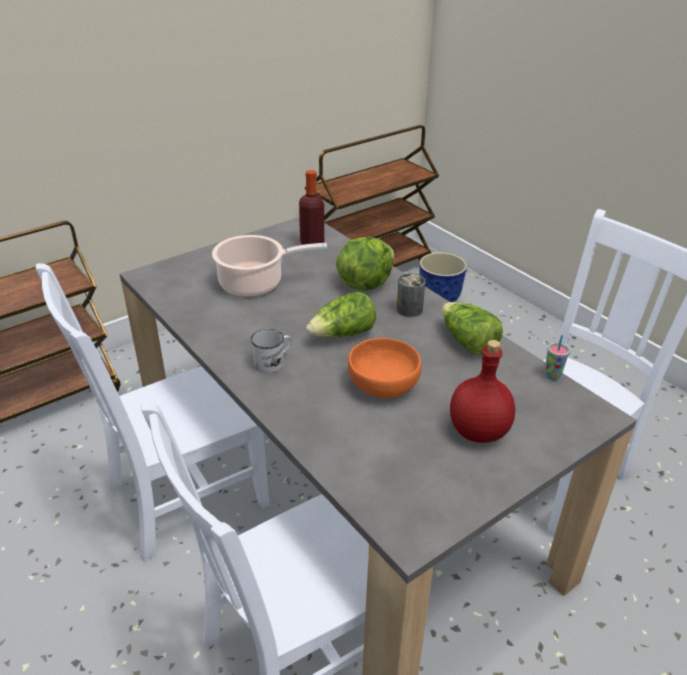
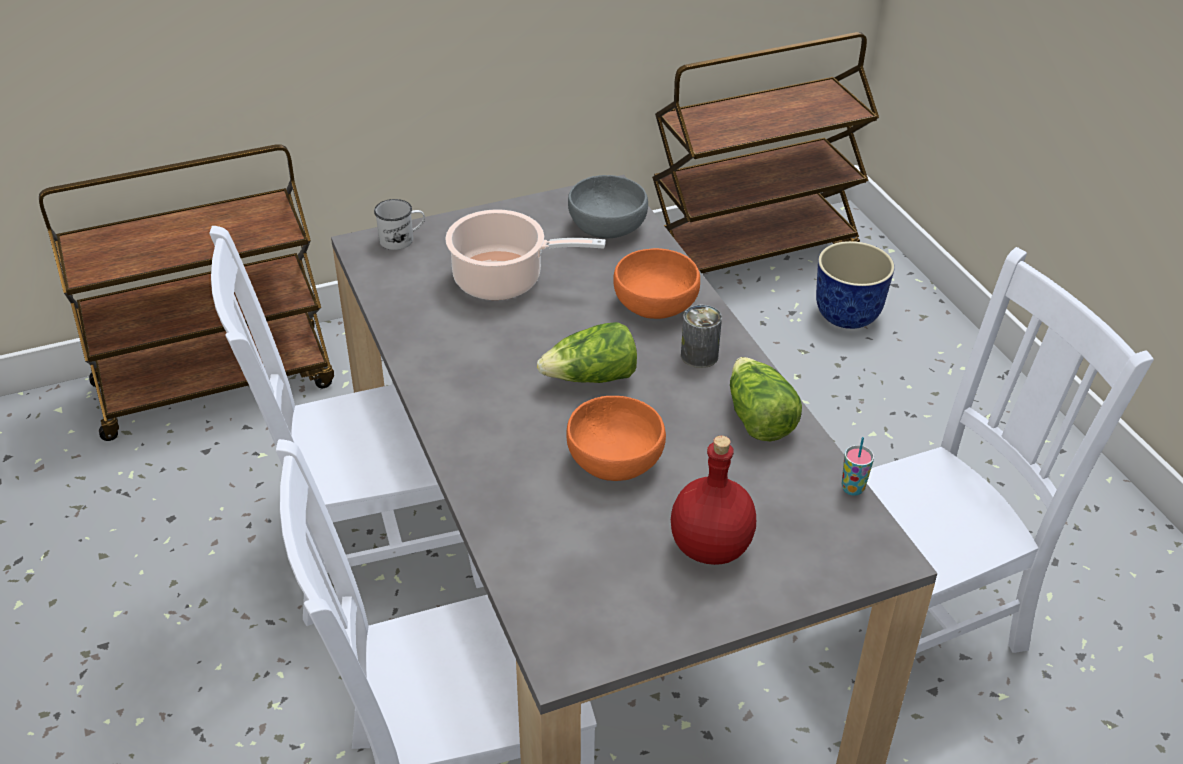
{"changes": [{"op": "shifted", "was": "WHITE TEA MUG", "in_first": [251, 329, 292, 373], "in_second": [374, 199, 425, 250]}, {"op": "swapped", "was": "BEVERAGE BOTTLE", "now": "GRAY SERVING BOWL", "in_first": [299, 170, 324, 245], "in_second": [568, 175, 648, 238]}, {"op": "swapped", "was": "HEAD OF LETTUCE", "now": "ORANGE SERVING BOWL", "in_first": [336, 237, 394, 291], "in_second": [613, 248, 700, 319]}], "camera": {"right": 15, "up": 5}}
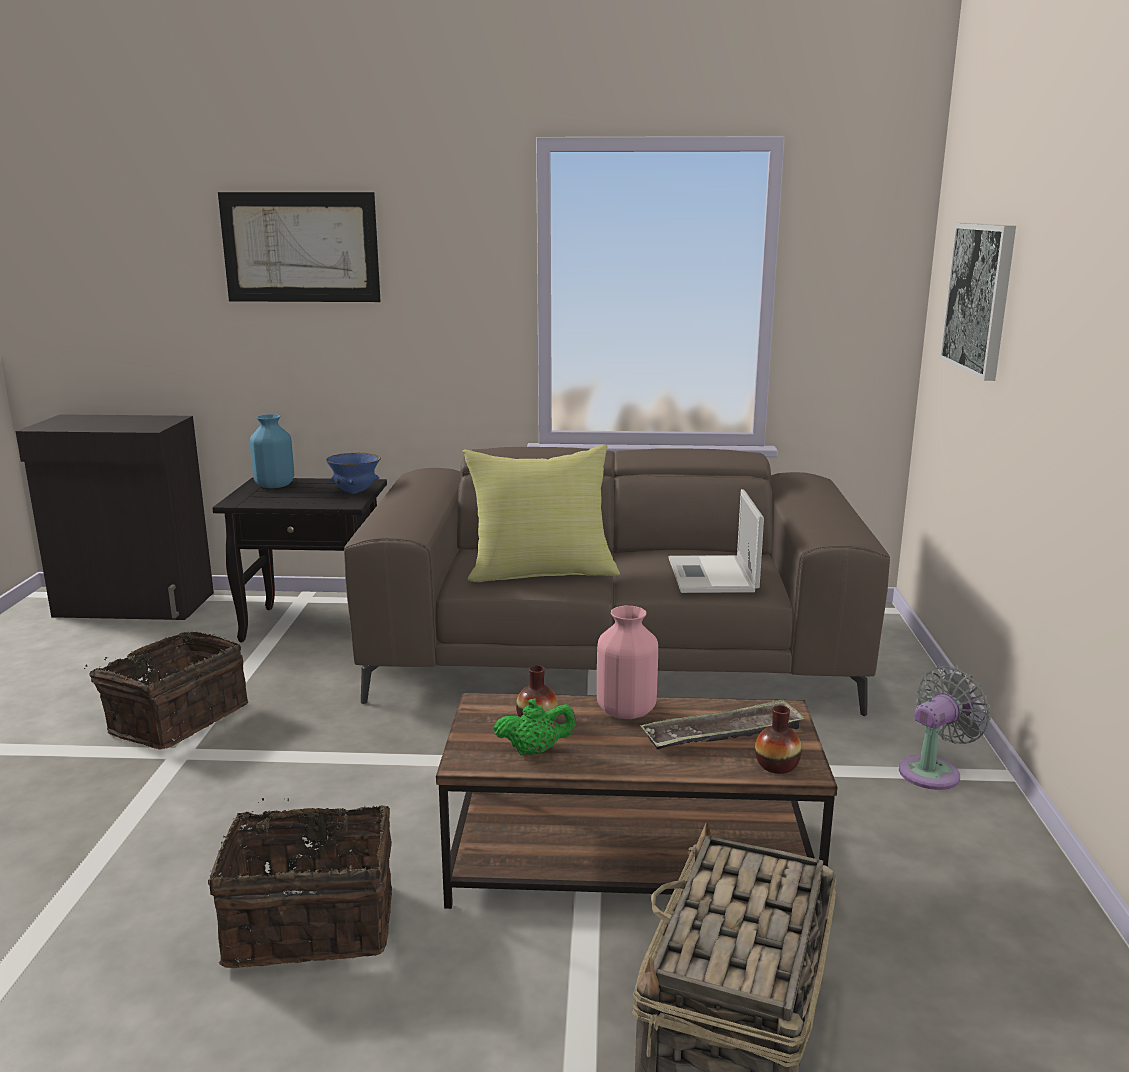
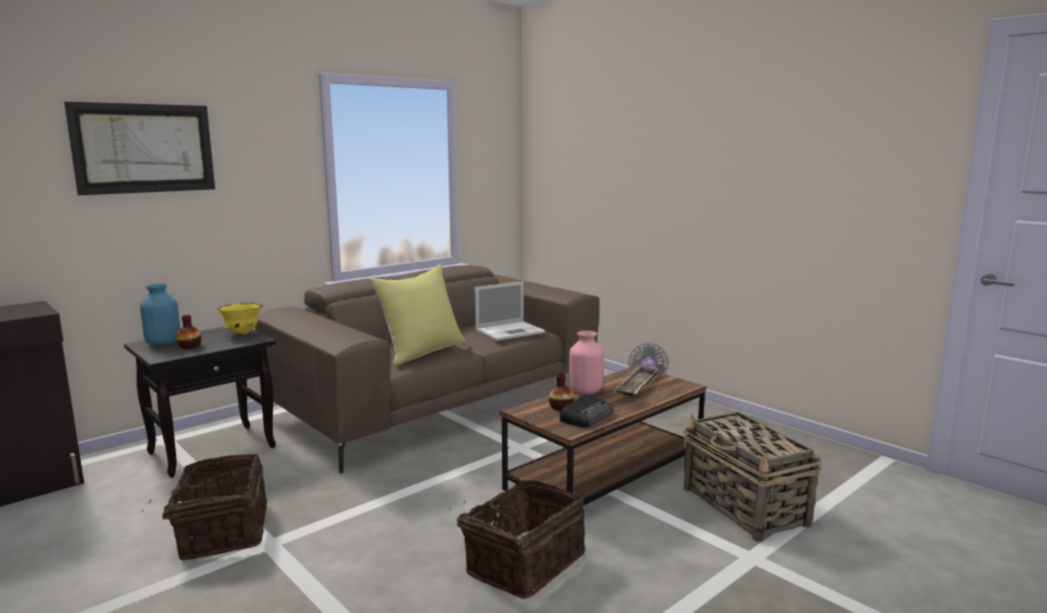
{"changes": [{"op": "repainted", "was": "BLUE SERVING BOWL", "now": "YELLOW SERVING BOWL", "in_first": [326, 452, 381, 494], "in_second": [218, 303, 263, 335]}, {"op": "swapped", "was": "GREENISH TEAPOT", "now": "RADIO", "in_first": [494, 698, 576, 755], "in_second": [560, 395, 613, 428]}, {"op": "rotated", "was": "PORTABLE COMPUTER", "in_first": [668, 489, 764, 593], "in_second": [475, 281, 545, 341], "clockwise": -75}, {"op": "shifted", "was": "DECORATIVE VASE", "in_first": [755, 705, 802, 774], "in_second": [176, 315, 201, 349]}, {"op": "gone", "was": "PICTURE", "in_first": [939, 223, 1016, 381]}], "camera": {"right": -45, "up": -5}}
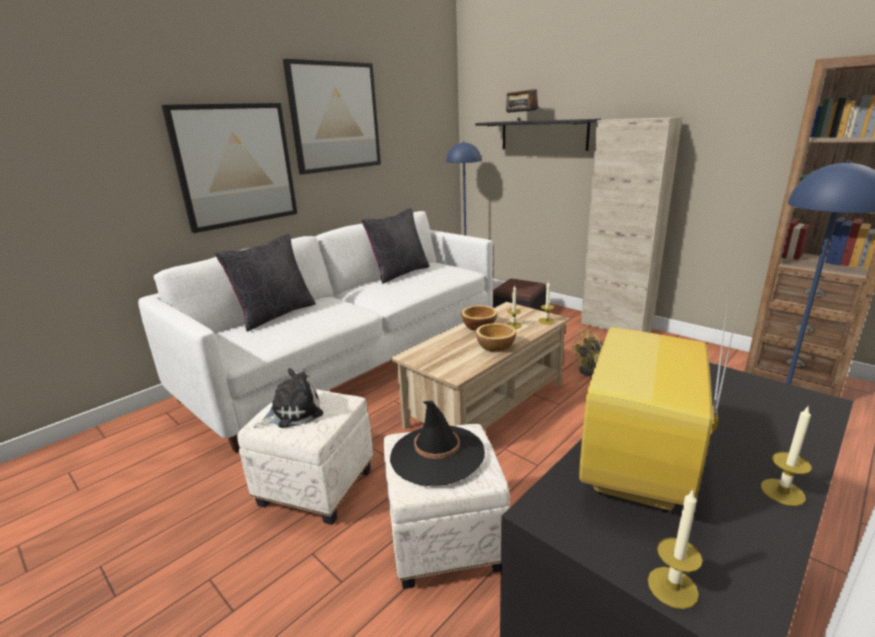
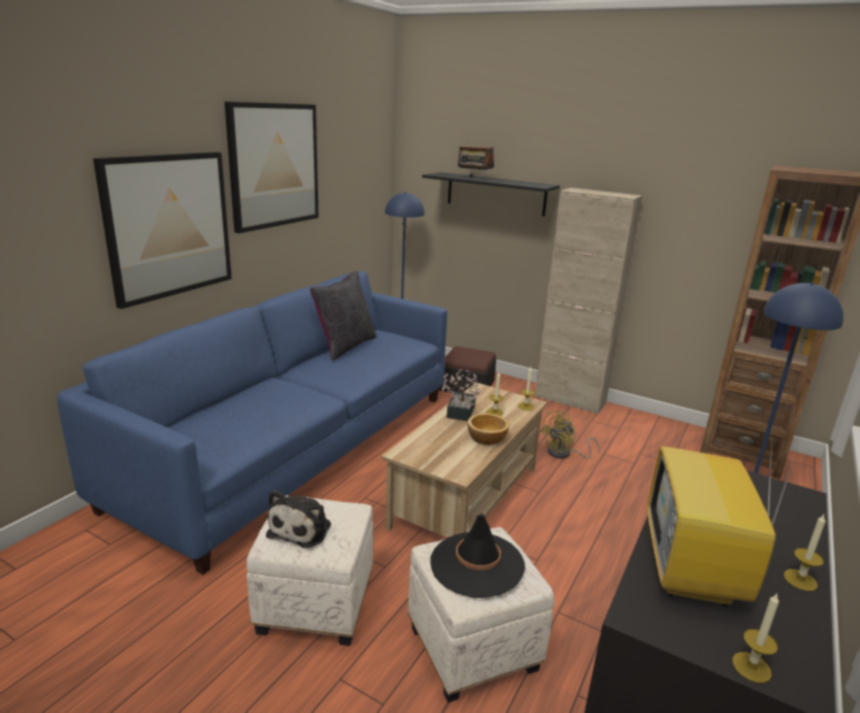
{"changes": [{"op": "repainted", "was": "WHITE SETTEE", "now": "BLUE SETTEE", "in_first": [138, 211, 493, 453], "in_second": [57, 271, 447, 575]}, {"op": "gone", "was": "BLACKISH CUSHION", "in_first": [215, 234, 316, 332]}, {"op": "rotated", "was": "SOFT TOY", "in_first": [254, 368, 323, 428], "in_second": [266, 490, 331, 548], "clockwise": 150}, {"op": "swapped", "was": "SERVING BOWL", "now": "PLANT IN A POT", "in_first": [461, 305, 497, 331], "in_second": [441, 369, 483, 421]}], "camera": {"right": -15, "up": 0}}
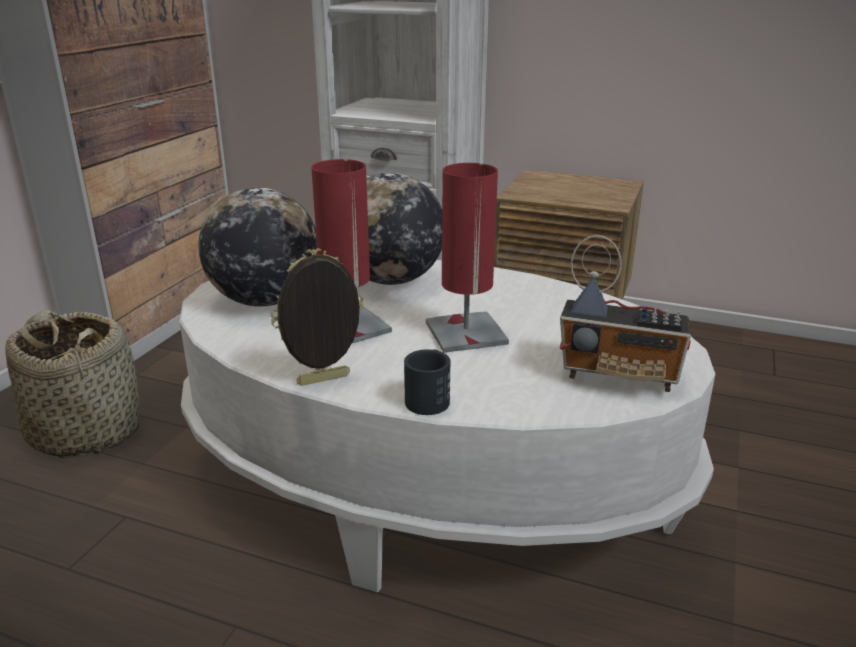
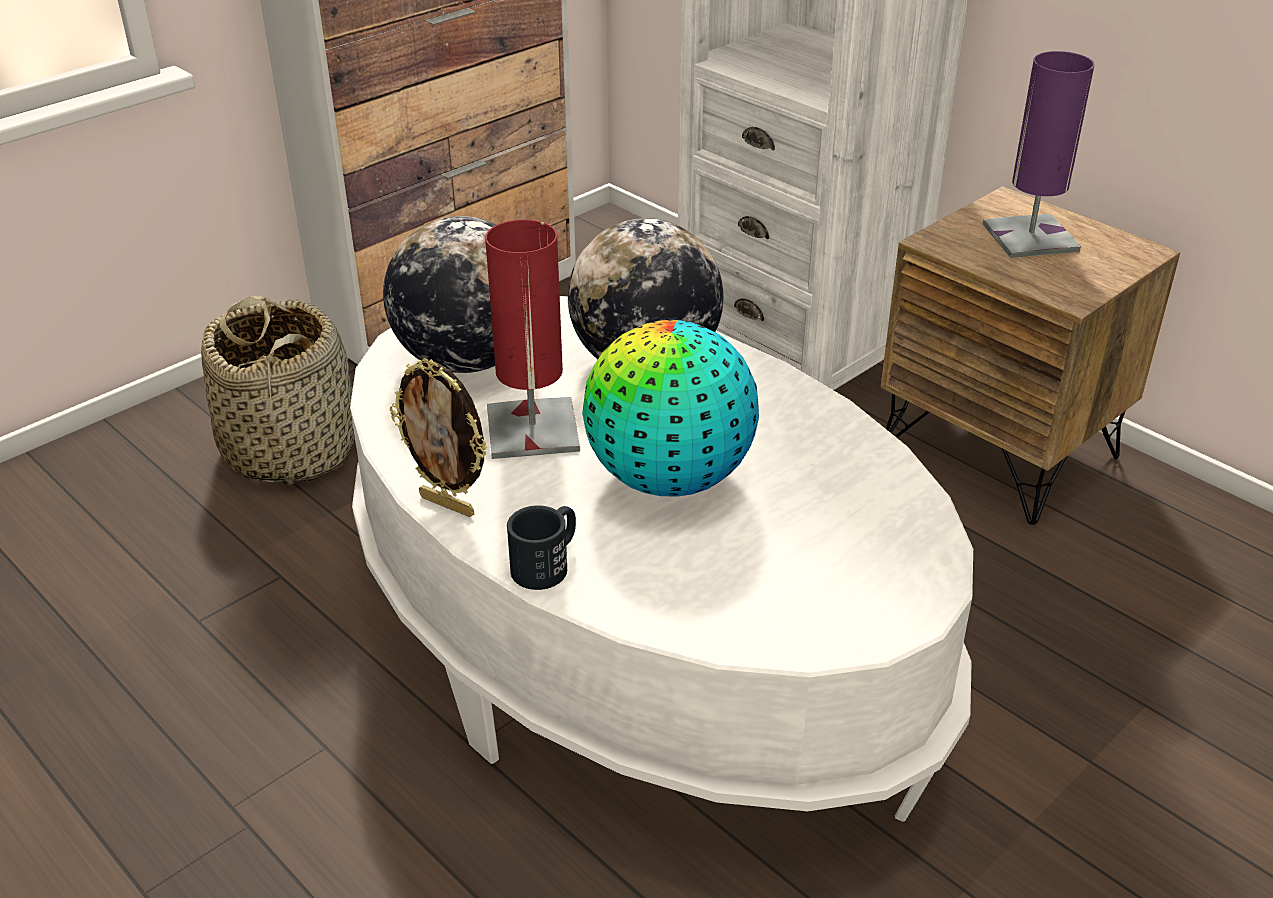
{"changes": [{"op": "rotated", "was": "PICTURE FRAME", "in_first": [271, 248, 364, 386], "in_second": [390, 358, 488, 517], "clockwise": -150}, {"op": "swapped", "was": "REDDISH LAMP FOR A TABLE", "now": "WORLD GLOBE", "in_first": [426, 163, 509, 353], "in_second": [582, 320, 759, 497]}, {"op": "gone", "was": "RADIO", "in_first": [560, 235, 691, 392]}, {"op": "new", "now": "PURPLE LAMP FOR A TABLE", "in_second": [983, 51, 1095, 258]}], "camera": {"right": 25, "up": 10}}
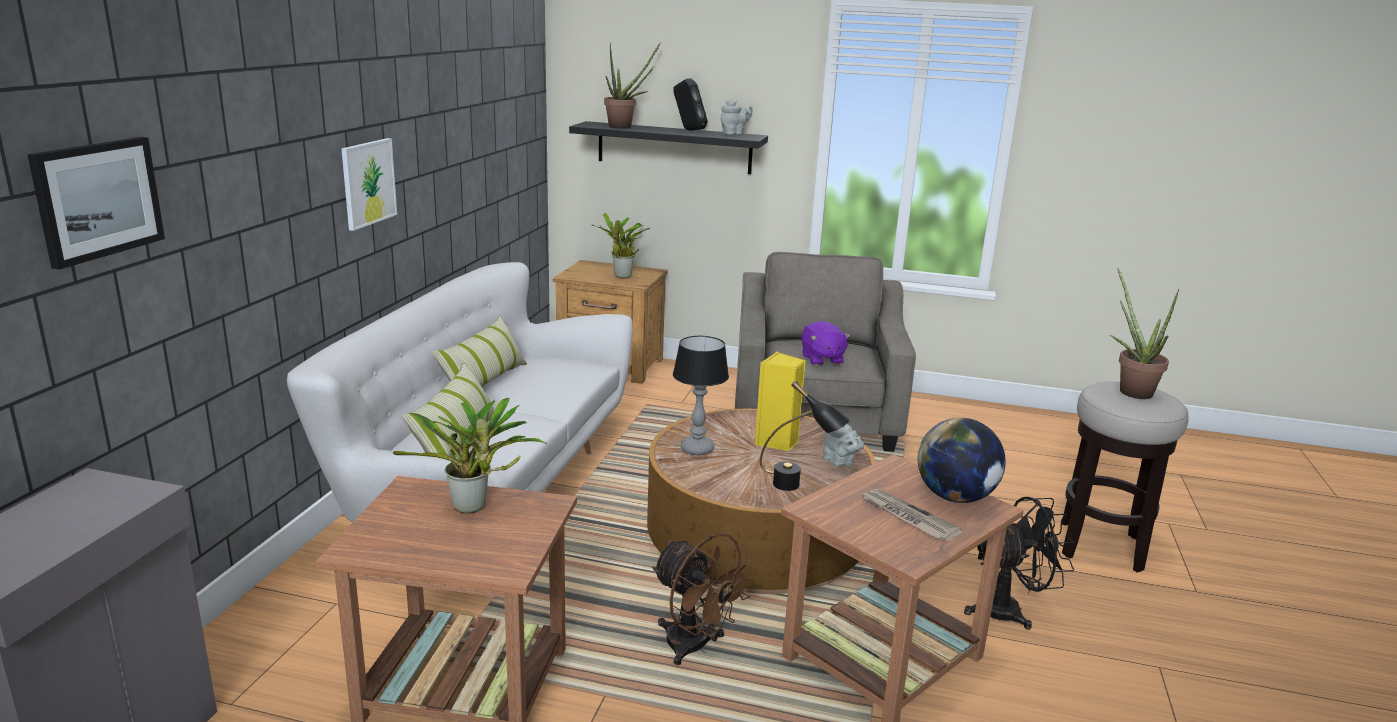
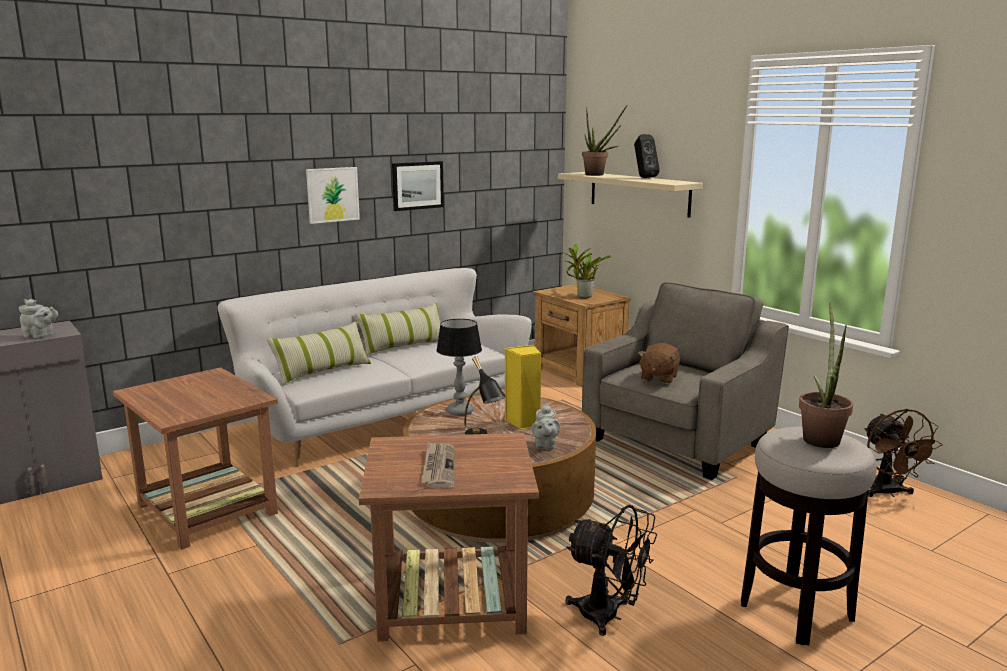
{"changes": [{"op": "shifted", "was": "PICTURE", "in_first": [27, 137, 165, 270], "in_second": [392, 161, 444, 211]}, {"op": "gone", "was": "PLANT IN A POT", "in_first": [393, 398, 546, 513]}, {"op": "repainted", "was": "BLACKISH WALL SHELF", "now": "BEIGE WALL SHELF", "in_first": [569, 121, 768, 174], "in_second": [558, 172, 703, 217]}, {"op": "shifted", "was": "BROWN FAN", "in_first": [652, 533, 757, 665], "in_second": [864, 409, 943, 497]}, {"op": "shifted", "was": "GRAY TEAPOT", "in_first": [721, 100, 753, 135], "in_second": [19, 299, 58, 338]}, {"op": "repainted", "was": "PURPLE SOFT TOY", "now": "BROWN SOFT TOY", "in_first": [802, 321, 850, 366], "in_second": [638, 343, 680, 384]}, {"op": "gone", "was": "WORLD GLOBE", "in_first": [918, 418, 1006, 503]}], "camera": {"right": 40, "up": -5}}
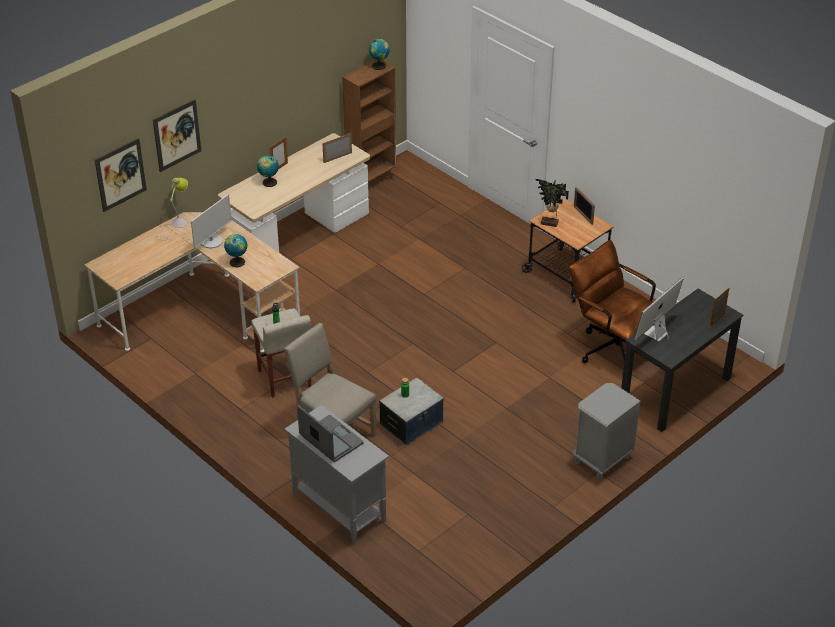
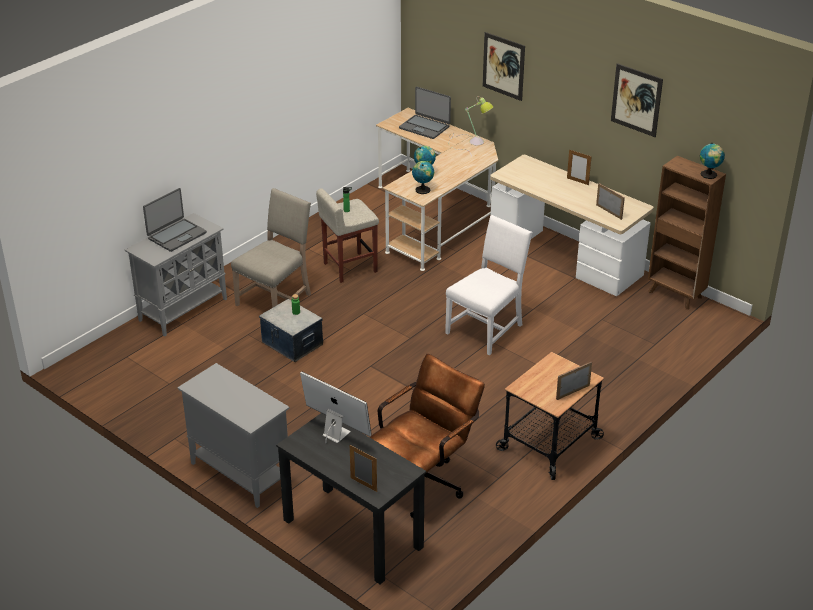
{"changes": [{"op": "shifted", "was": "PICTURE", "in_first": [95, 138, 147, 212], "in_second": [611, 63, 663, 137]}, {"op": "gone", "was": "COMPUTER SCREEN", "in_first": [191, 194, 232, 248]}, {"op": "shifted", "was": "WORLD GLOBE", "in_first": [257, 155, 279, 187], "in_second": [412, 161, 434, 194]}, {"op": "gone", "was": "PLANT IN A POT", "in_first": [536, 179, 569, 227]}, {"op": "swapped", "was": "GRAY BEDSIDE TABLE", "now": "GRAY STORAGE CABINET", "in_first": [573, 383, 641, 480], "in_second": [177, 363, 290, 508]}, {"op": "new", "now": "PORTABLE COMPUTER", "in_second": [399, 87, 451, 139]}, {"op": "new", "now": "WHITE UPRIGHT CHAIR", "in_second": [445, 215, 533, 355]}], "camera": {"right": 85, "up": -5}}
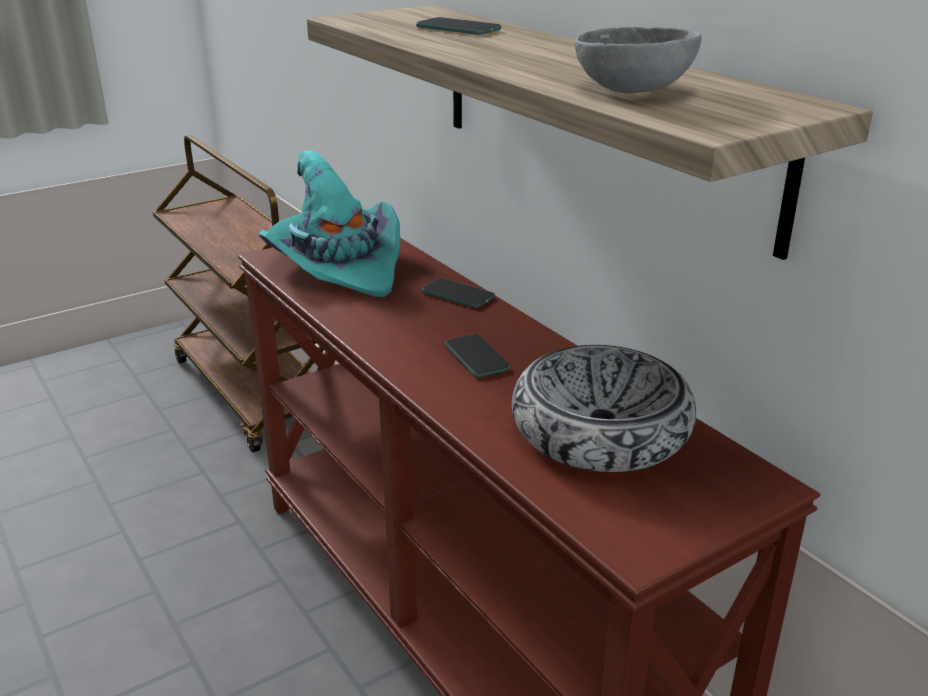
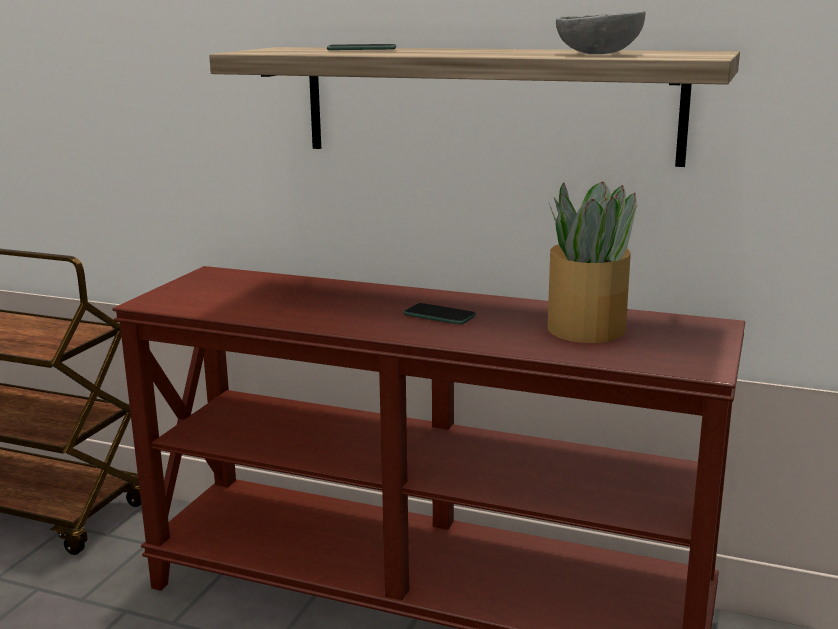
{"changes": [{"op": "gone", "was": "BLUE-GREEN CLOTHING HAT", "in_first": [259, 150, 400, 297]}, {"op": "gone", "was": "TELEPHONE", "in_first": [422, 278, 495, 308]}, {"op": "swapped", "was": "SERVING BOWL", "now": "PLANT IN A POT", "in_first": [512, 345, 696, 472], "in_second": [548, 181, 638, 343]}], "camera": {"right": -35, "up": -10}}
